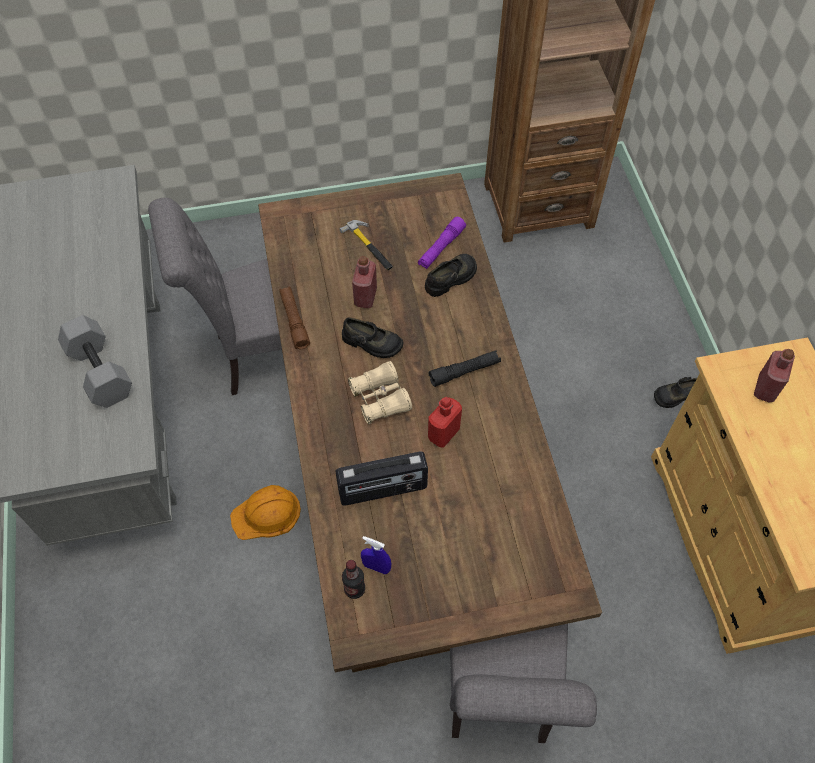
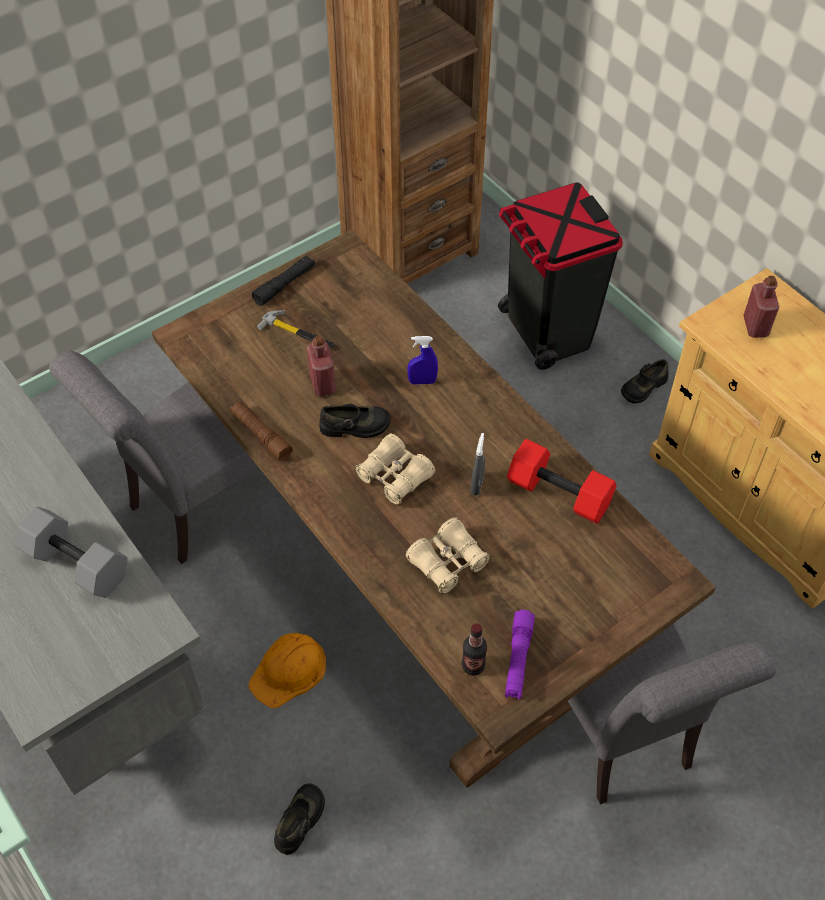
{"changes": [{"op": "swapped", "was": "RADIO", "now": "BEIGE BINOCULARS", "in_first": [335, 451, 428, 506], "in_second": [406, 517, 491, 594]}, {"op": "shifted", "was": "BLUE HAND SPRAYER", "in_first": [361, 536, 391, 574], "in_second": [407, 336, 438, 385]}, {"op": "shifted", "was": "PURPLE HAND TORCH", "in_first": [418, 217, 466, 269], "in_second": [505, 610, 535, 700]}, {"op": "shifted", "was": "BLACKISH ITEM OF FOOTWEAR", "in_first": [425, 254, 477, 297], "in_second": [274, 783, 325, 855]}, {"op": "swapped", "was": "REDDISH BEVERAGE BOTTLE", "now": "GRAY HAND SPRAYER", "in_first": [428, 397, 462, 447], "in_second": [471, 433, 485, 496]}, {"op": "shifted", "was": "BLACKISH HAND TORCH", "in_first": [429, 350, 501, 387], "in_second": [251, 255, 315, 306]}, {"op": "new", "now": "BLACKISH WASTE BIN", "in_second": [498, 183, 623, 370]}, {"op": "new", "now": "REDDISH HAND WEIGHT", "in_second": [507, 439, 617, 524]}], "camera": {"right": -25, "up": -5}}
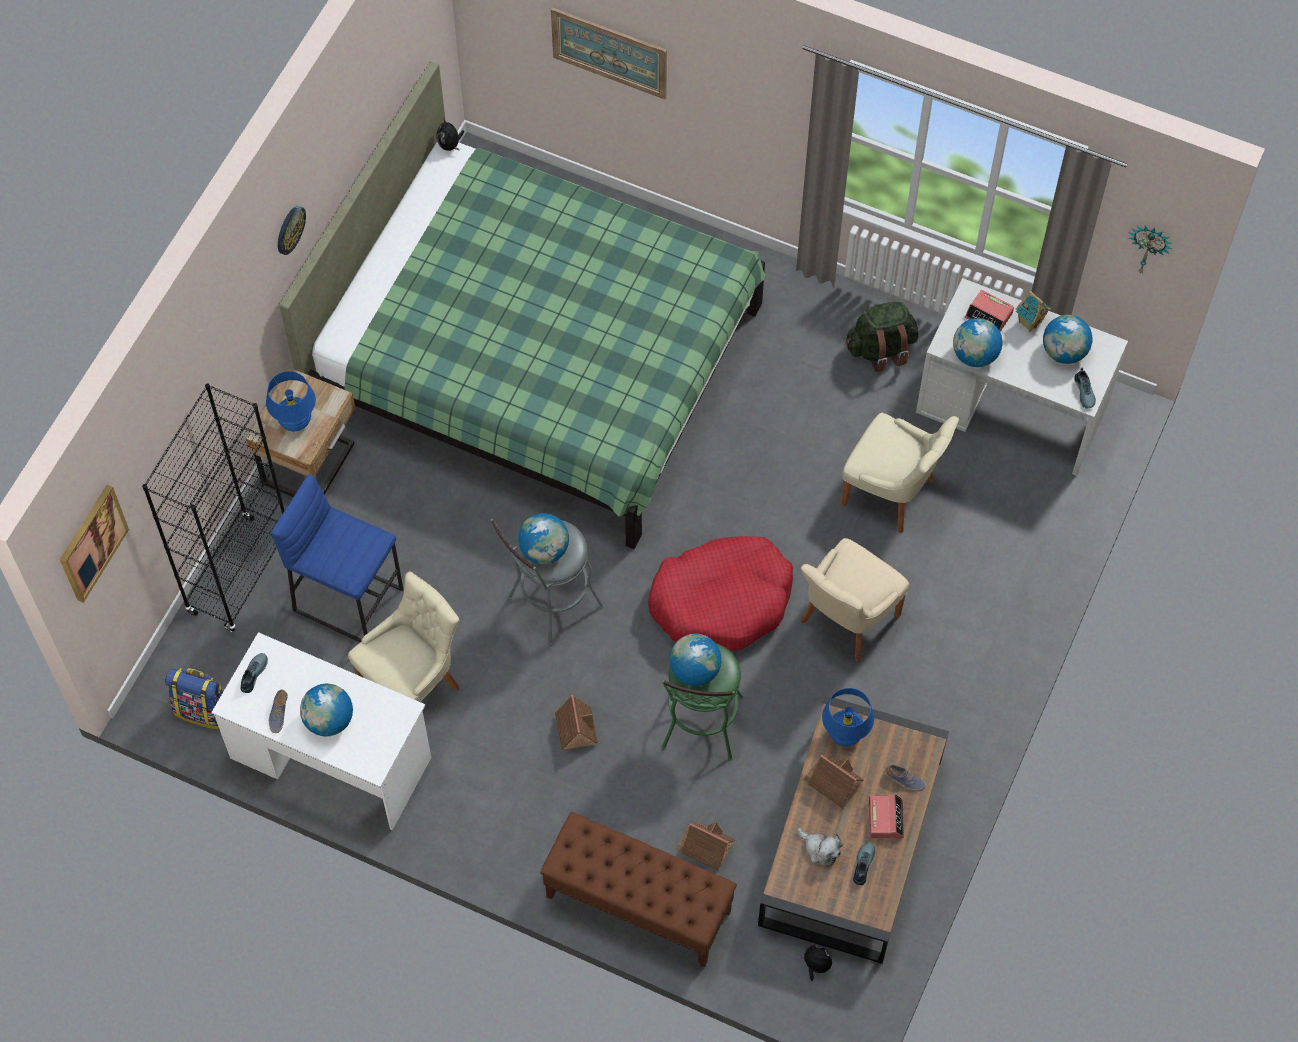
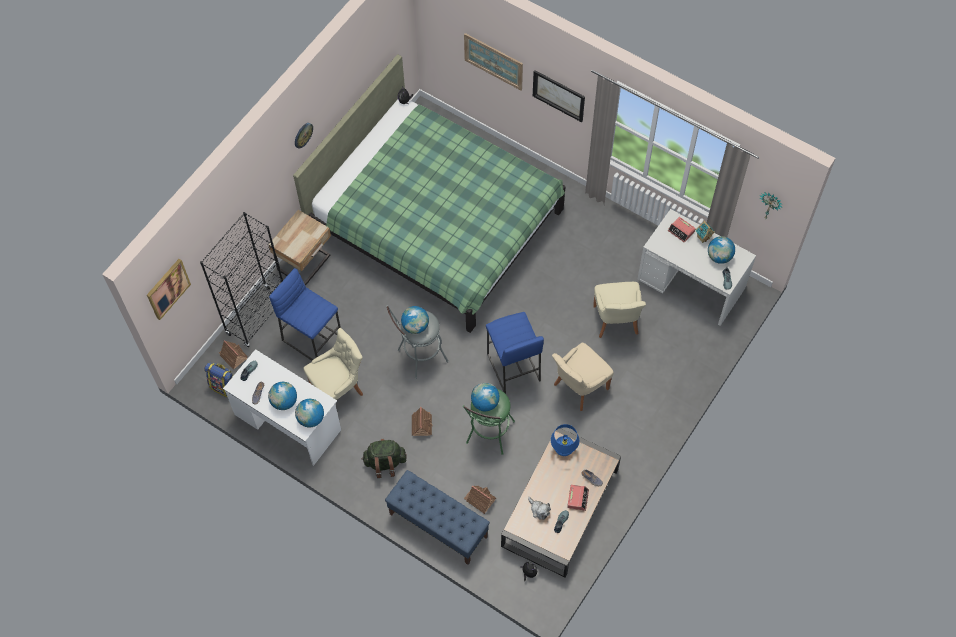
{"changes": [{"op": "gone", "was": "BLUE LAMP FOR A TABLE", "in_first": [266, 371, 316, 431]}, {"op": "repainted", "was": "BROWN BENCH", "now": "BLUE BENCH", "in_first": [540, 812, 737, 967], "in_second": [385, 470, 490, 565]}, {"op": "swapped", "was": "REDDISH DOG CUSHION", "now": "BLUE STOOL SEAT", "in_first": [648, 536, 793, 651], "in_second": [486, 312, 544, 394]}, {"op": "shifted", "was": "MINIATURE HOUSE", "in_first": [803, 755, 864, 808], "in_second": [219, 340, 248, 369]}, {"op": "rotated", "was": "BEIGE UPRIGHT CHAIR", "in_first": [842, 413, 959, 533], "in_second": [593, 282, 646, 338], "clockwise": 45}, {"op": "shifted", "was": "GREENISH KNAPSACK", "in_first": [846, 302, 918, 372], "in_second": [362, 439, 407, 478]}, {"op": "shifted", "was": "WORLD GLOBE", "in_first": [953, 318, 1003, 367], "in_second": [295, 399, 324, 428]}, {"op": "new", "now": "PICTURE", "in_second": [533, 70, 585, 122]}], "camera": {"right": 10, "up": 0}}
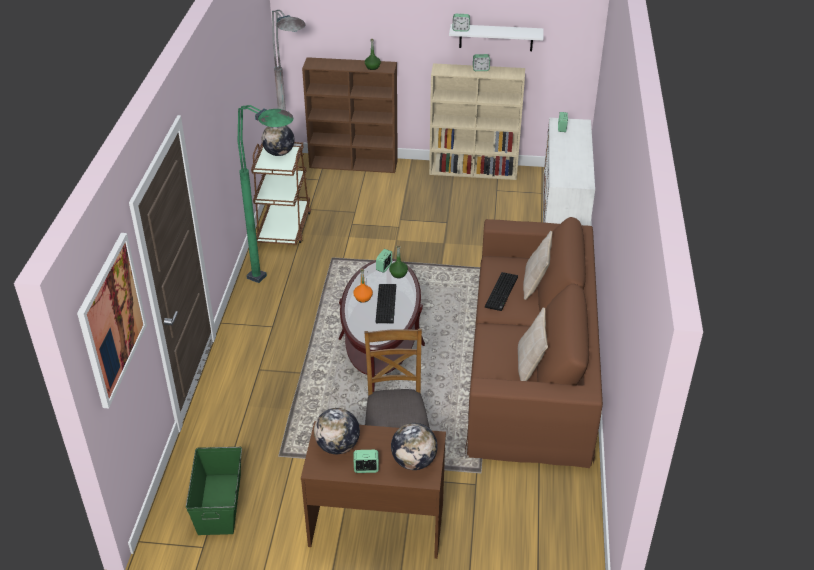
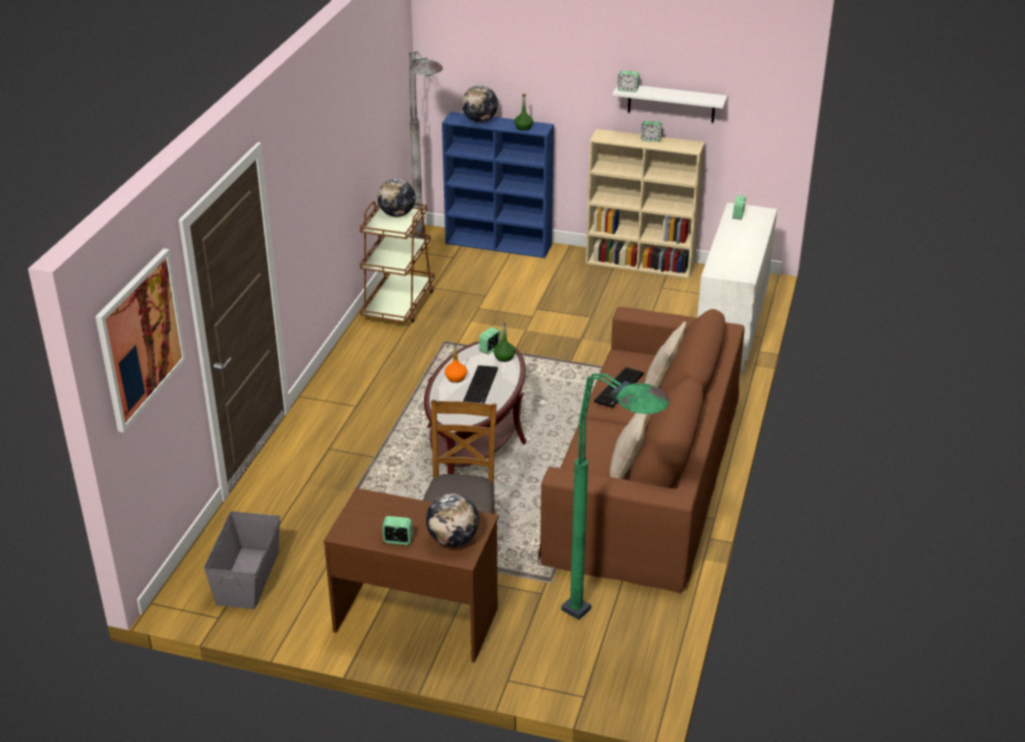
{"changes": [{"op": "repainted", "was": "GREENISH STORAGE CONTAINER", "now": "GRAY STORAGE CONTAINER", "in_first": [186, 447, 242, 535], "in_second": [204, 511, 280, 609]}, {"op": "shifted", "was": "GREENISH STANDARD LAMP", "in_first": [238, 105, 294, 283], "in_second": [561, 373, 669, 620]}, {"op": "repainted", "was": "BROWN BOOKCASE", "now": "BLUE BOOKCASE", "in_first": [302, 57, 398, 173], "in_second": [442, 112, 554, 258]}, {"op": "shifted", "was": "WORLD GLOBE", "in_first": [314, 408, 360, 454], "in_second": [462, 85, 498, 122]}], "camera": {"right": 10, "up": -5}}
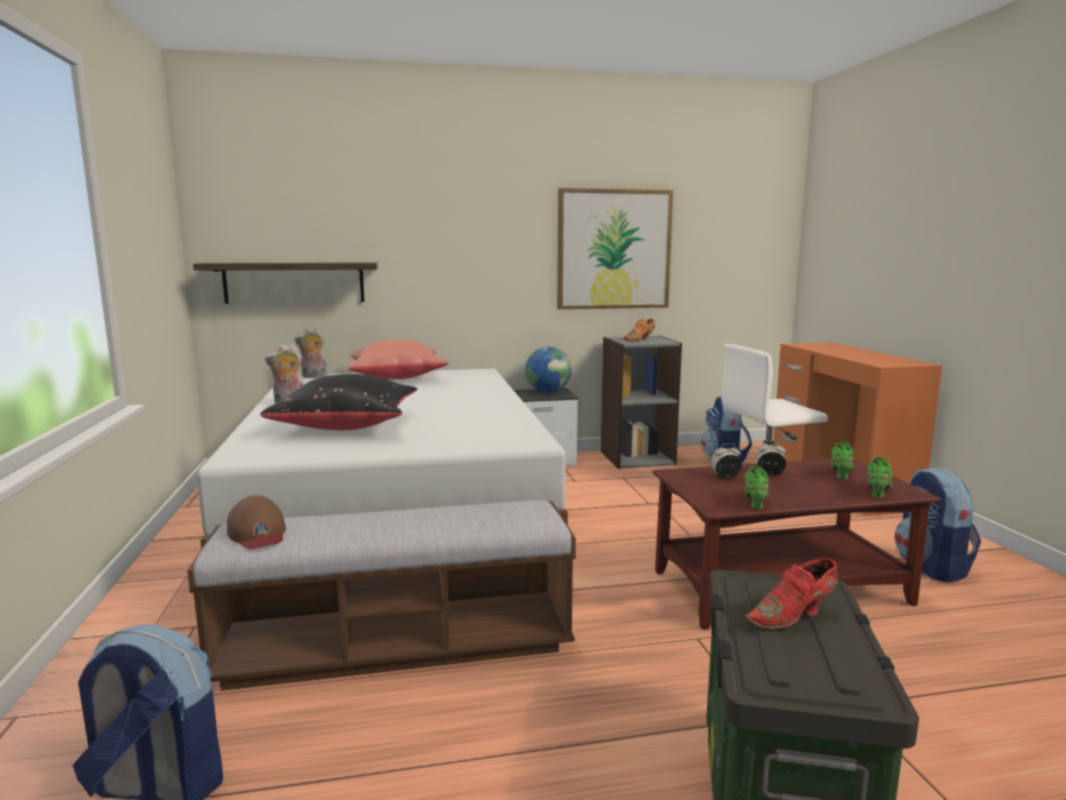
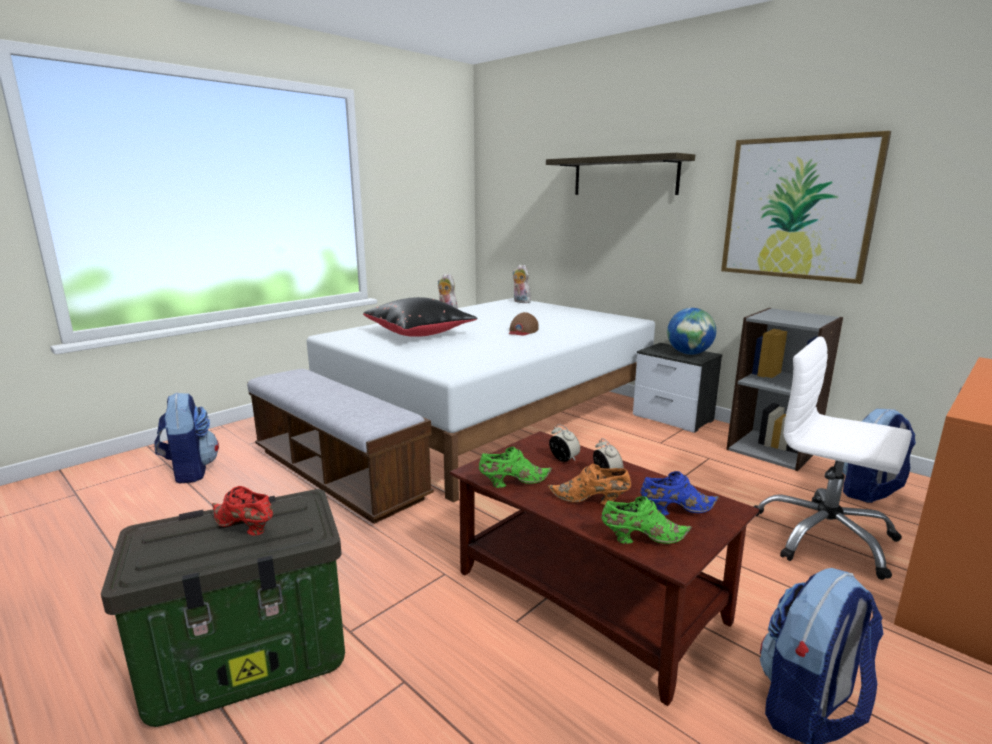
{"changes": [{"op": "shifted", "was": "WALL SHELF", "in_first": [193, 262, 378, 304], "in_second": [546, 153, 695, 195]}, {"op": "shifted", "was": "BROWN CAP", "in_first": [227, 495, 286, 549], "in_second": [509, 312, 539, 335]}, {"op": "gone", "was": "REDDISH CUSHION", "in_first": [348, 340, 449, 380]}, {"op": "shifted", "was": "ORANGE ITEM OF FOOTWEAR", "in_first": [624, 319, 655, 341], "in_second": [548, 464, 631, 505]}, {"op": "repainted", "was": "GREENISH ITEM OF FOOTWEAR", "now": "BLUE ITEM OF FOOTWEAR", "in_first": [831, 442, 854, 479], "in_second": [641, 471, 719, 515]}], "camera": {"right": 55, "up": 5}}
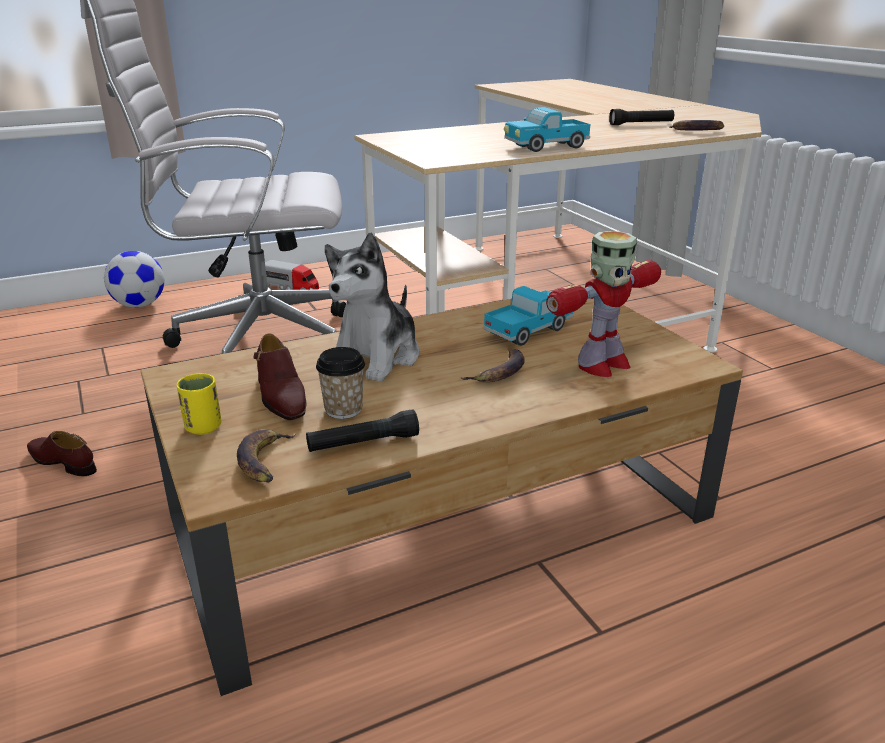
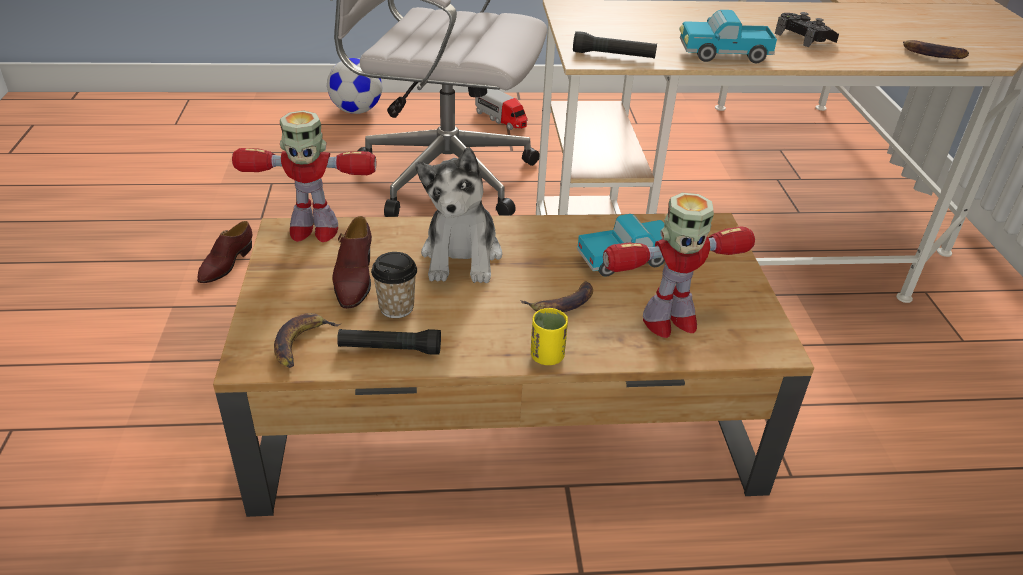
{"changes": [{"op": "rotated", "was": "BROWN ITEM OF FOOTWEAR", "in_first": [27, 431, 97, 476], "in_second": [197, 221, 252, 283], "clockwise": -120}, {"op": "shifted", "was": "YELLOW CUP", "in_first": [177, 373, 222, 435], "in_second": [531, 308, 568, 365]}, {"op": "rotated", "was": "SOFT TOY", "in_first": [325, 232, 419, 382], "in_second": [415, 147, 502, 283], "clockwise": -45}, {"op": "shifted", "was": "BLACKISH HAND TORCH", "in_first": [609, 109, 674, 125], "in_second": [573, 31, 657, 58]}, {"op": "new", "now": "TOY ROBOT", "in_second": [232, 111, 376, 242]}, {"op": "new", "now": "BLACKISH GAMEPAD", "in_second": [775, 12, 839, 48]}], "camera": {"right": 20, "up": 10}}
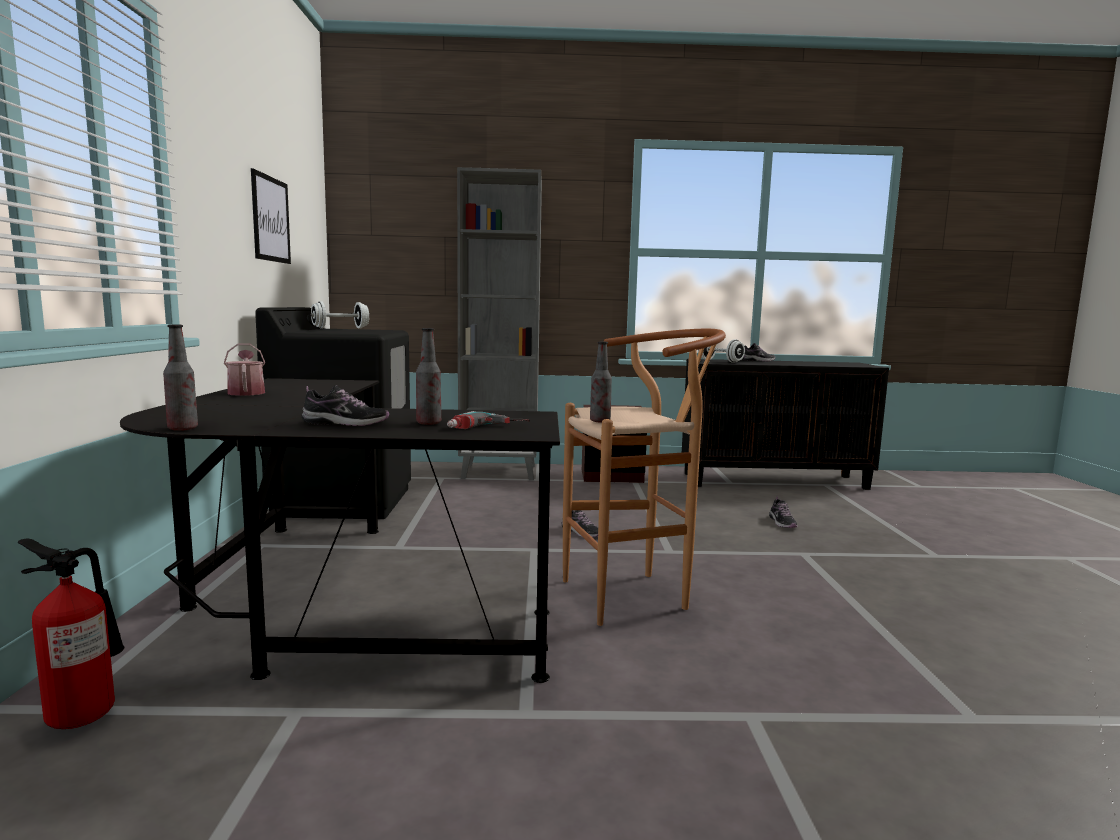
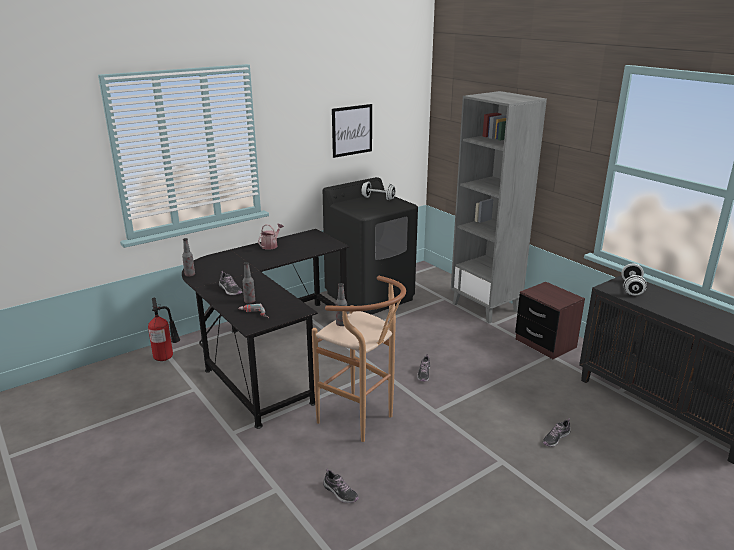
{"changes": [{"op": "shifted", "was": "ITEM OF FOOTWEAR", "in_first": [741, 343, 775, 361], "in_second": [323, 468, 359, 503]}], "camera": {"right": 55, "up": 15}}
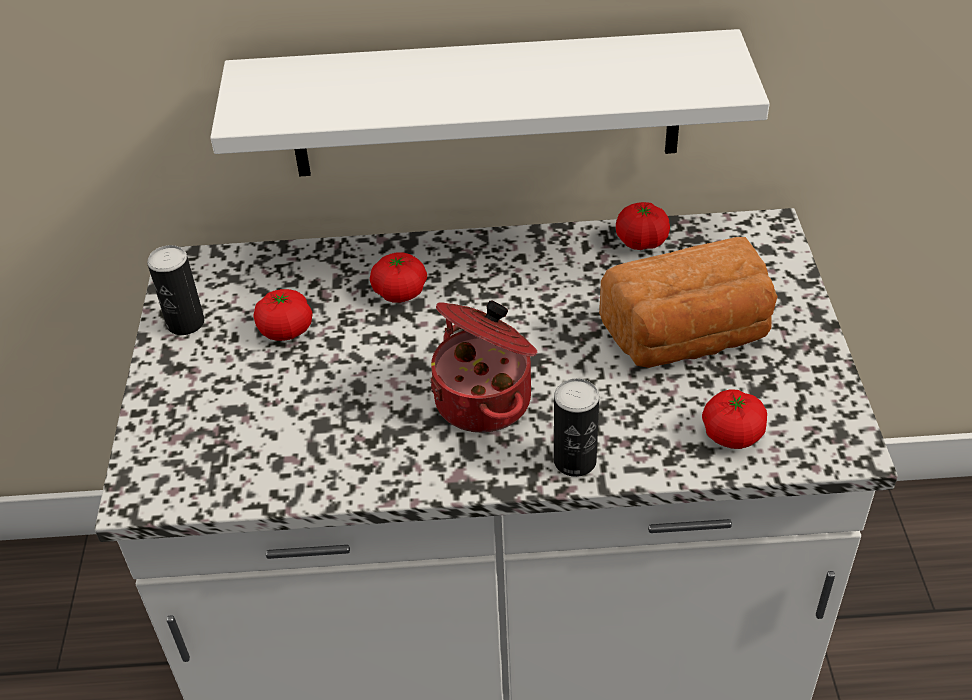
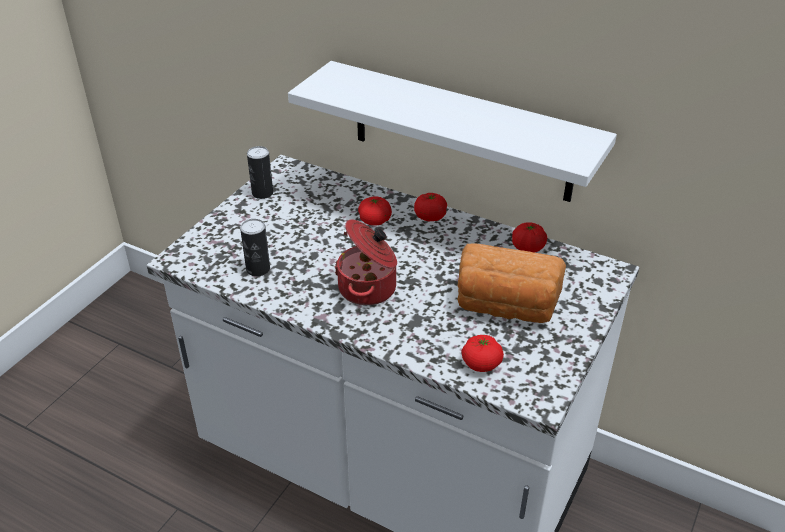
{"changes": [{"op": "shifted", "was": "TOMATO", "in_first": [254, 289, 313, 341], "in_second": [414, 193, 447, 221]}, {"op": "shifted", "was": "SEALED CAN", "in_first": [554, 378, 599, 477], "in_second": [240, 219, 270, 276]}], "camera": {"right": 30, "up": -5}}
